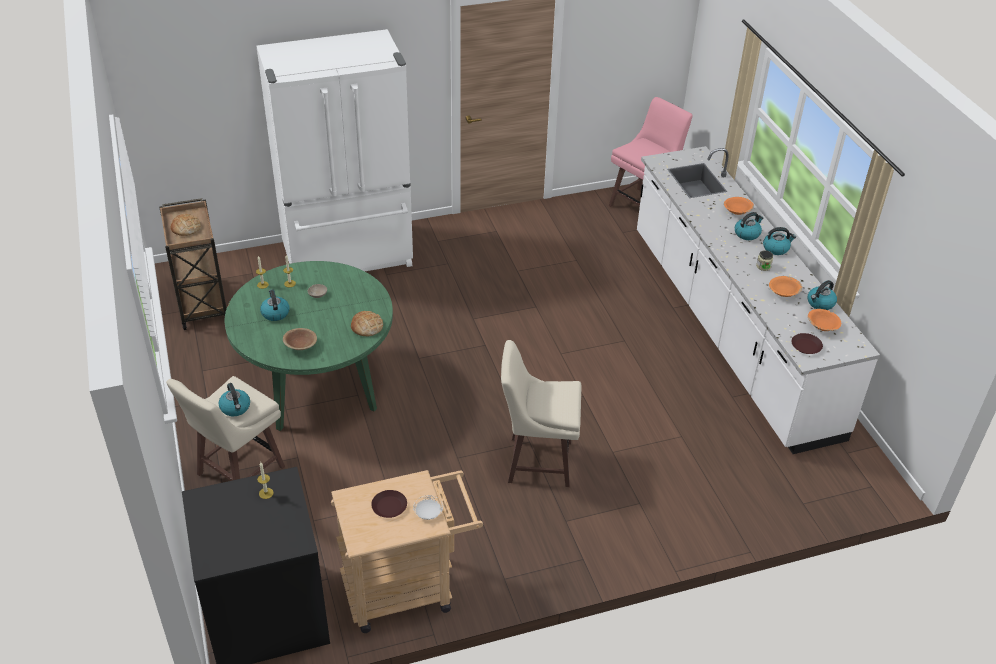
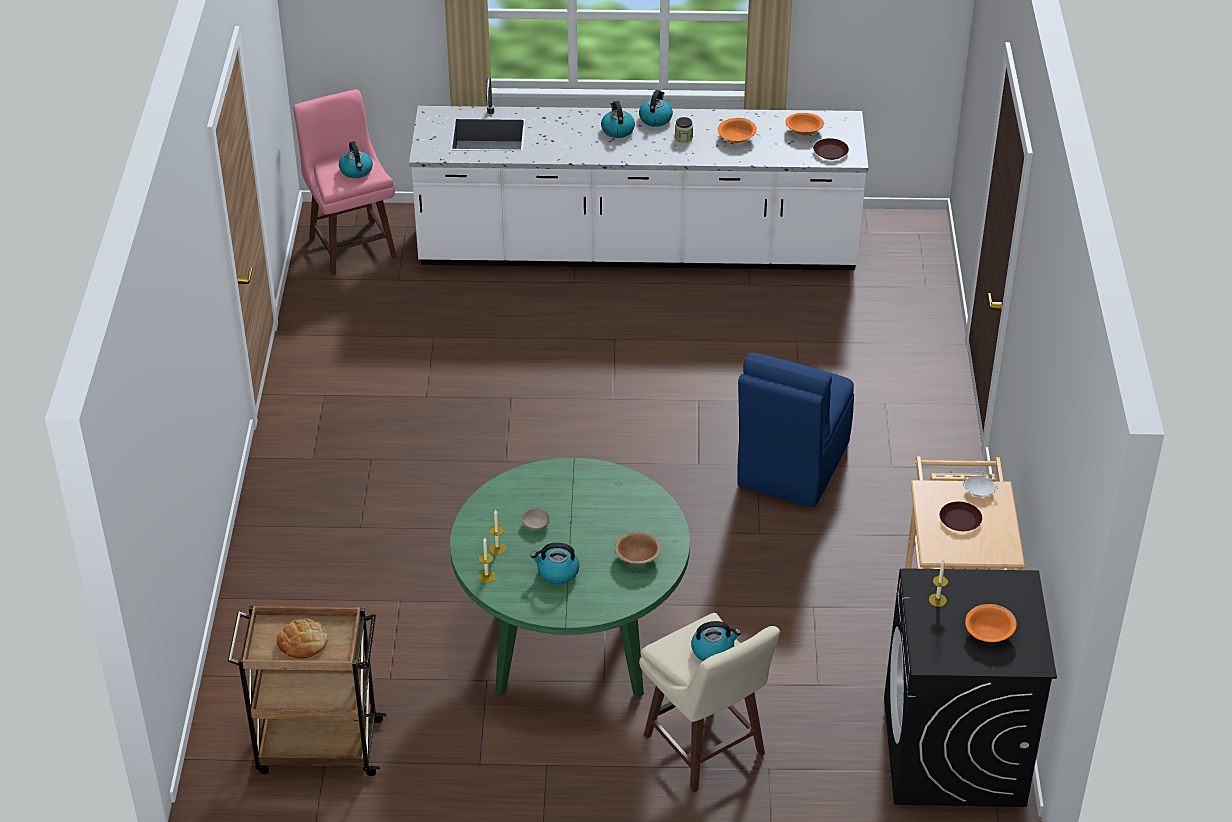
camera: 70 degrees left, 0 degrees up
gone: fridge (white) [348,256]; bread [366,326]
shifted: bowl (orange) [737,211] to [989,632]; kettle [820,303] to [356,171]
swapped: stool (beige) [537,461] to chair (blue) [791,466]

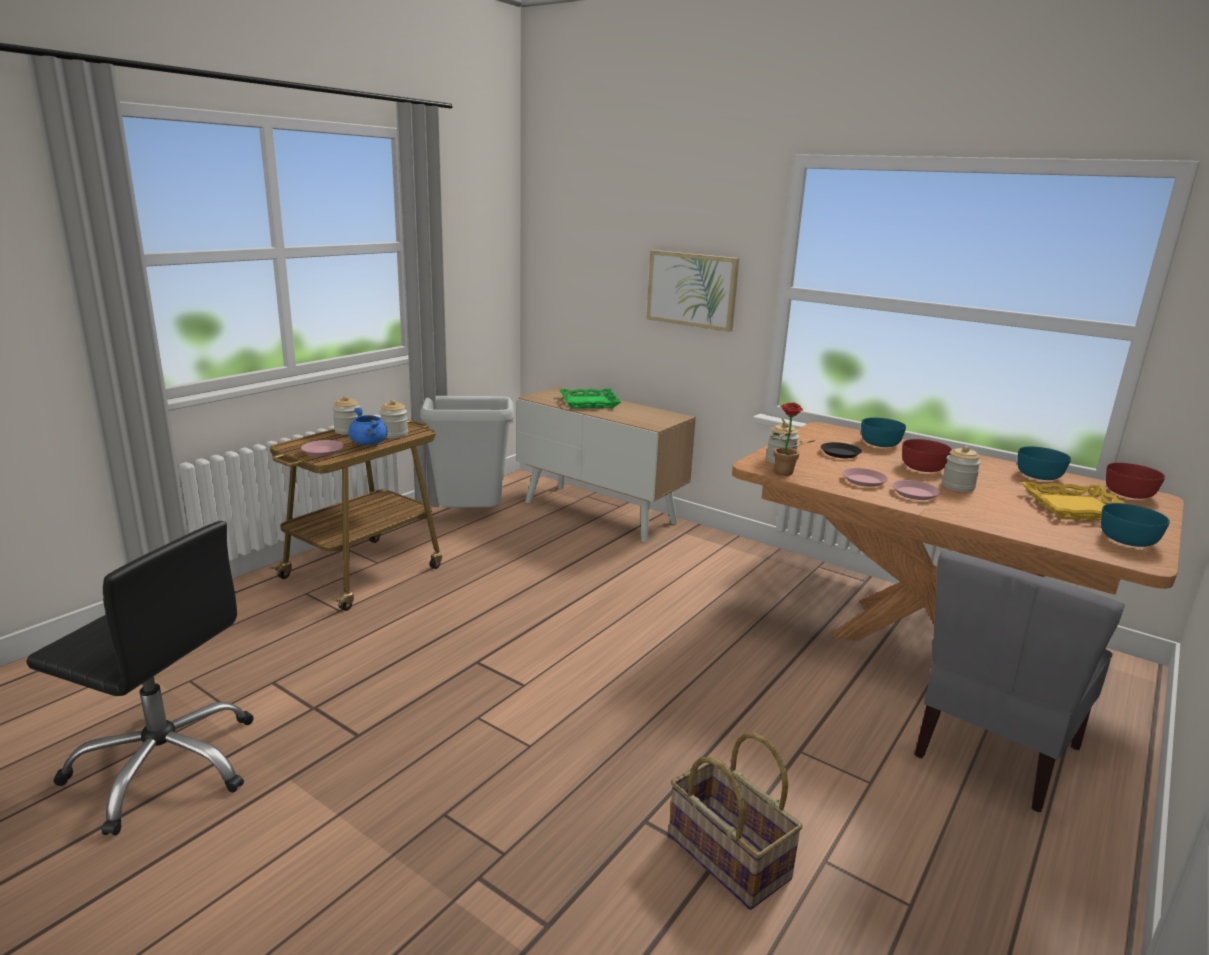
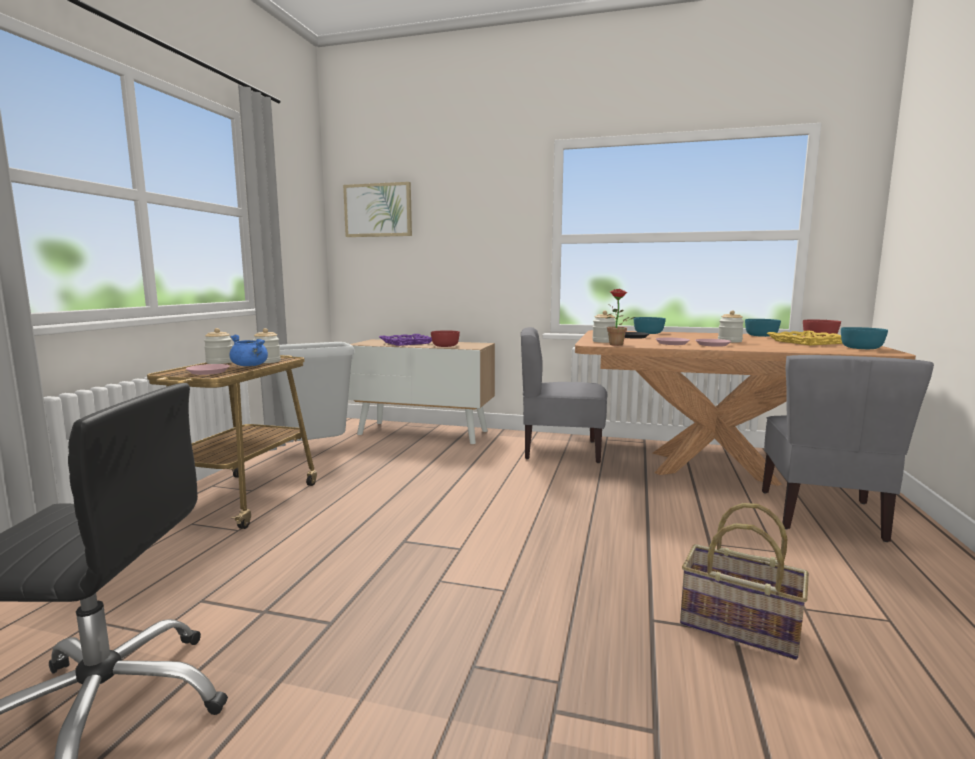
camera: 20 degrees left, 10 degrees down
new: chair (grey) [560,450]
shifted: picture [692,289] to [378,210]; bowl (red) [922,467] to [445,346]
repainted: tray (green) [589,402] to tray (purple) [407,343]

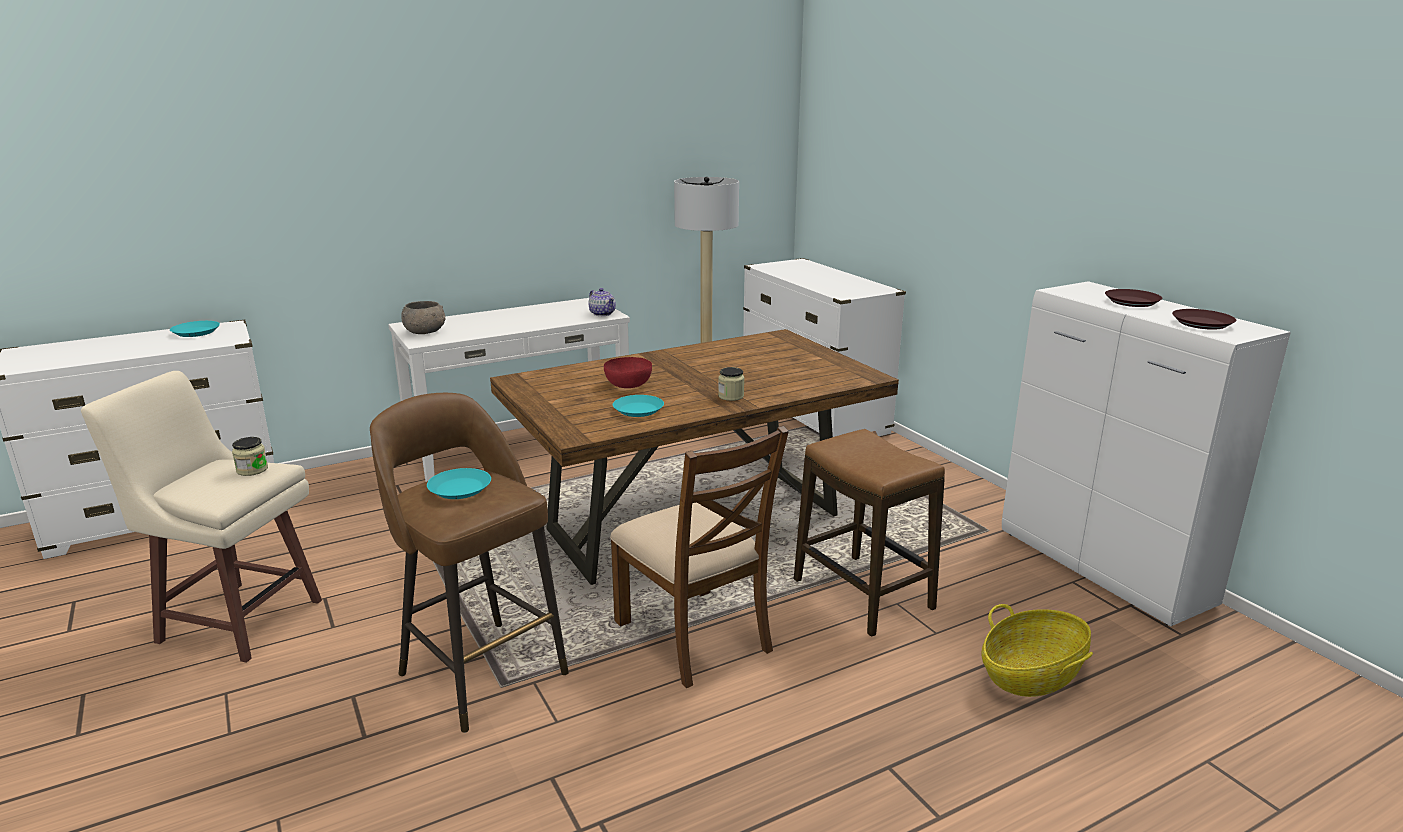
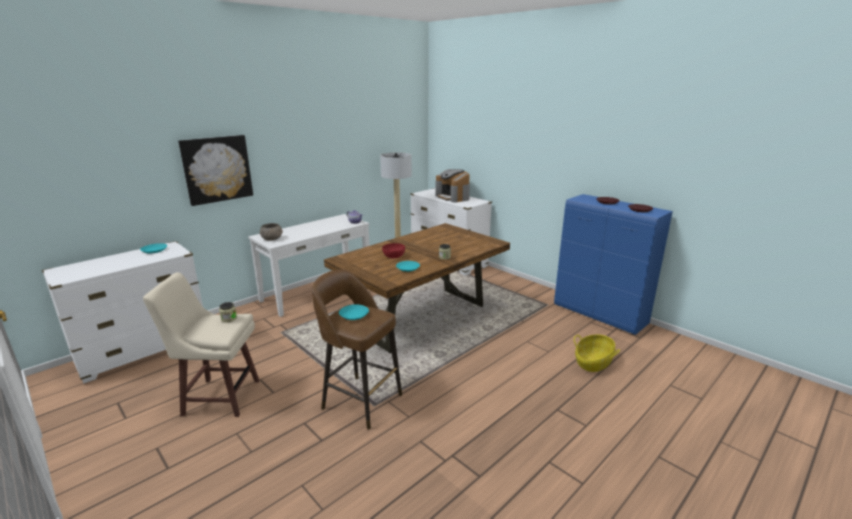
camera: 15 degrees left, 0 degrees up
gone: chair (brown) [694,636]; stool [863,595]
new: picture [217,169]; coffee machine [453,197]
repainted: cabinet (white) [1104,569] to cabinet (blue) [600,315]

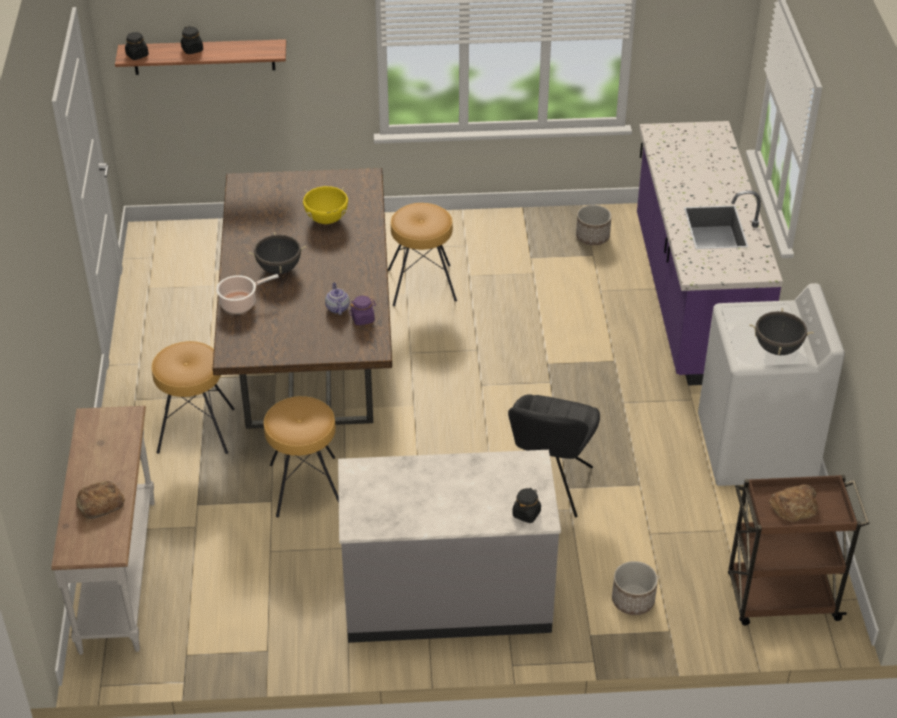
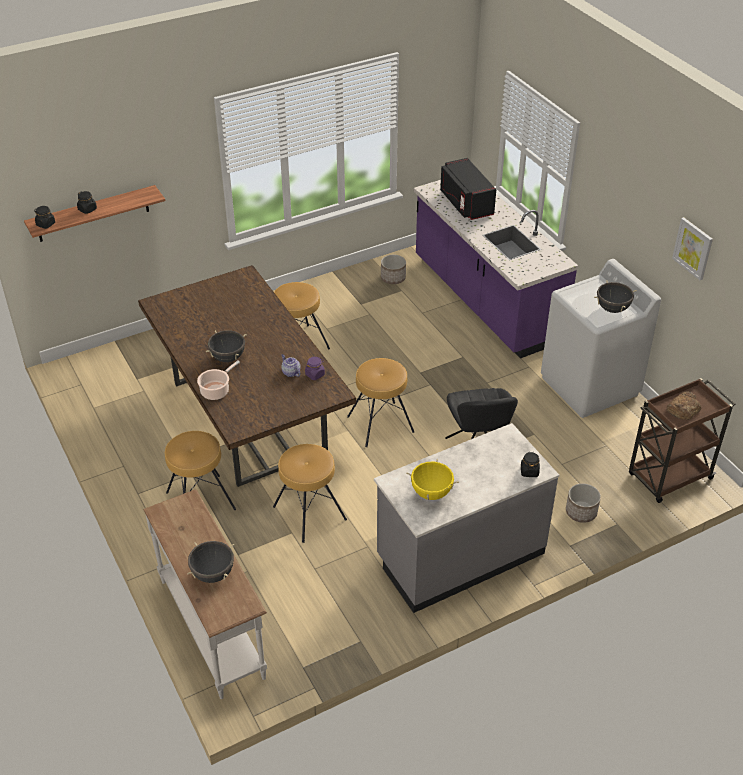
camera: 25 degrees left, 0 degrees up
new: microwave (black) [466,203]; picture [693,248]; stool (brown) [380,424]
shifted: cooking pot (yellow) [326,219] to [431,493]
swapped: bread [99,504] to cooking pot (black) [213,574]

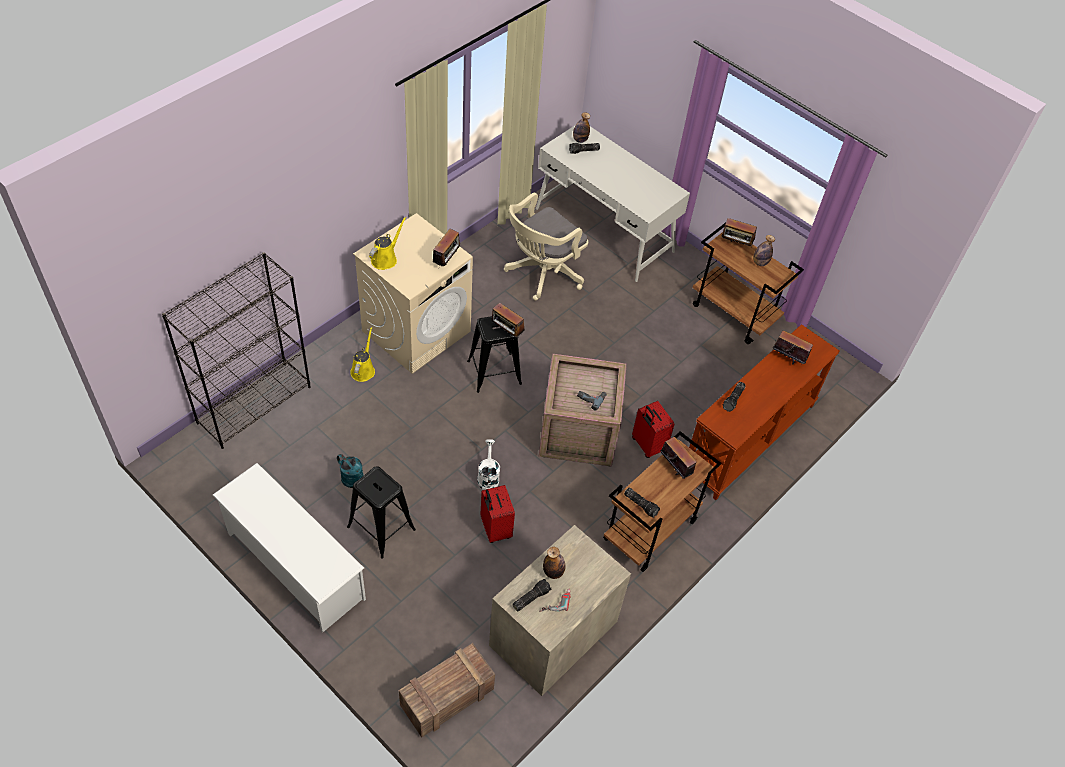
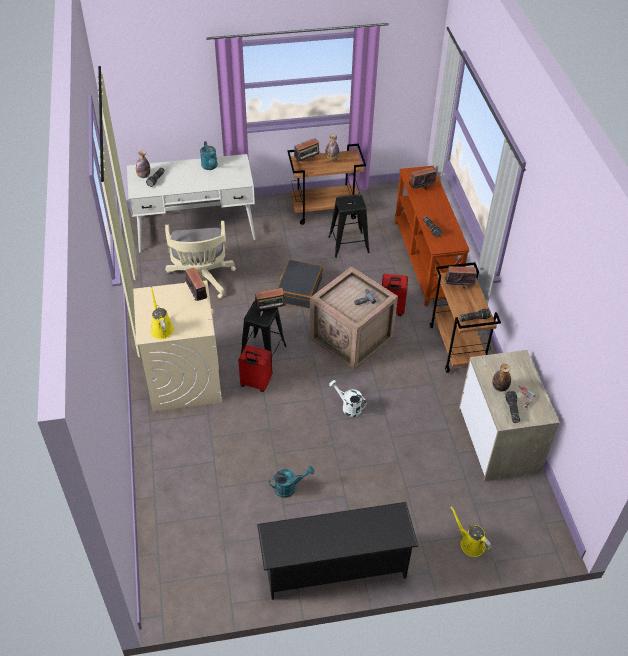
camera: 50 degrees left, 5 degrees down
gone: bookcase (black) [254,404]; crate [446,698]
new: watering can (turquoise) [210,167]; suitcase (black) [299,289]
shifted: watering can (yellow) [363,370] to [470,543]; stool (black) [381,528] to [349,244]; suitcase (red) [494,529] to [255,384]
repainted: shoe rack (white) [294,565] to shoe rack (black) [334,567]

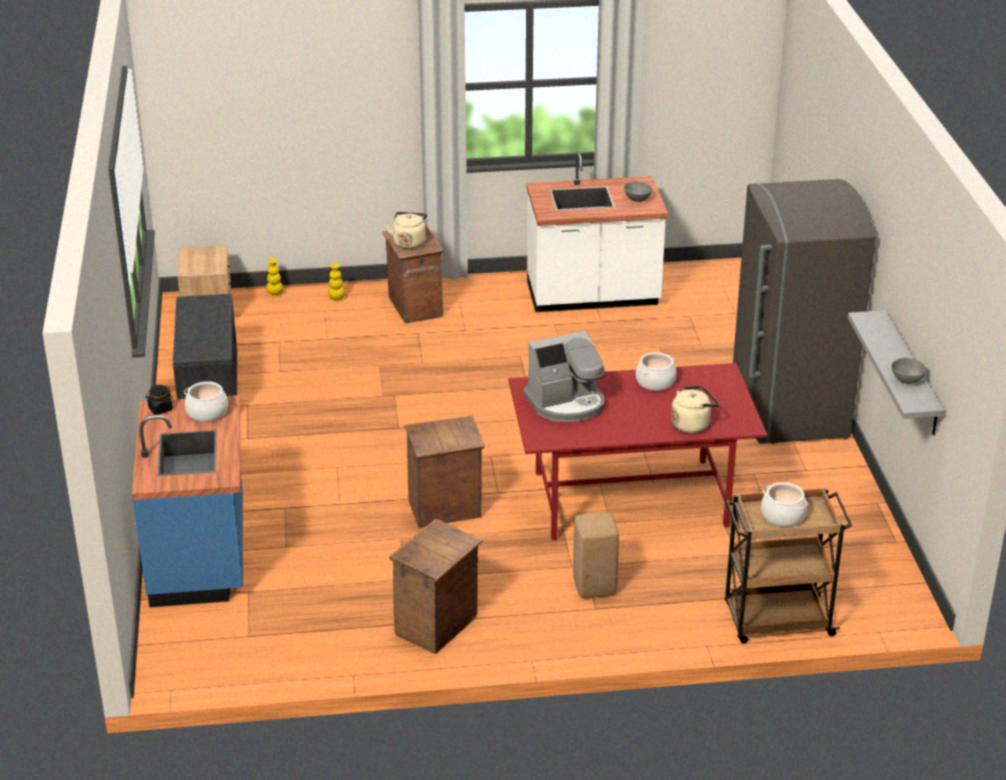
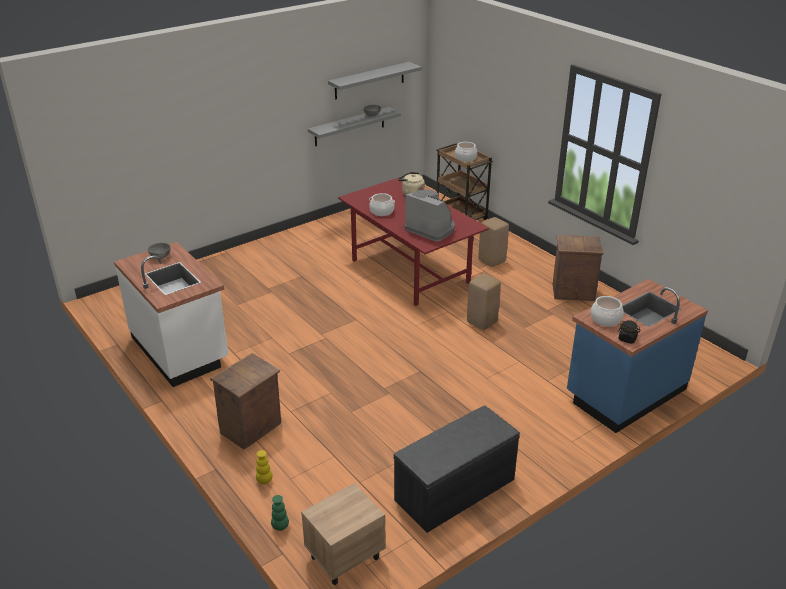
camera: 120 degrees left, 0 degrees up
gone: fridge (grey) [787,410]; kettle (beige) [409,242]
new: shelf (grey) [369,80]
swapped: crate [445,509] to stool (beige) [482,322]
repainted: vase (yellow) [275,293] to vase (green) [280,526]

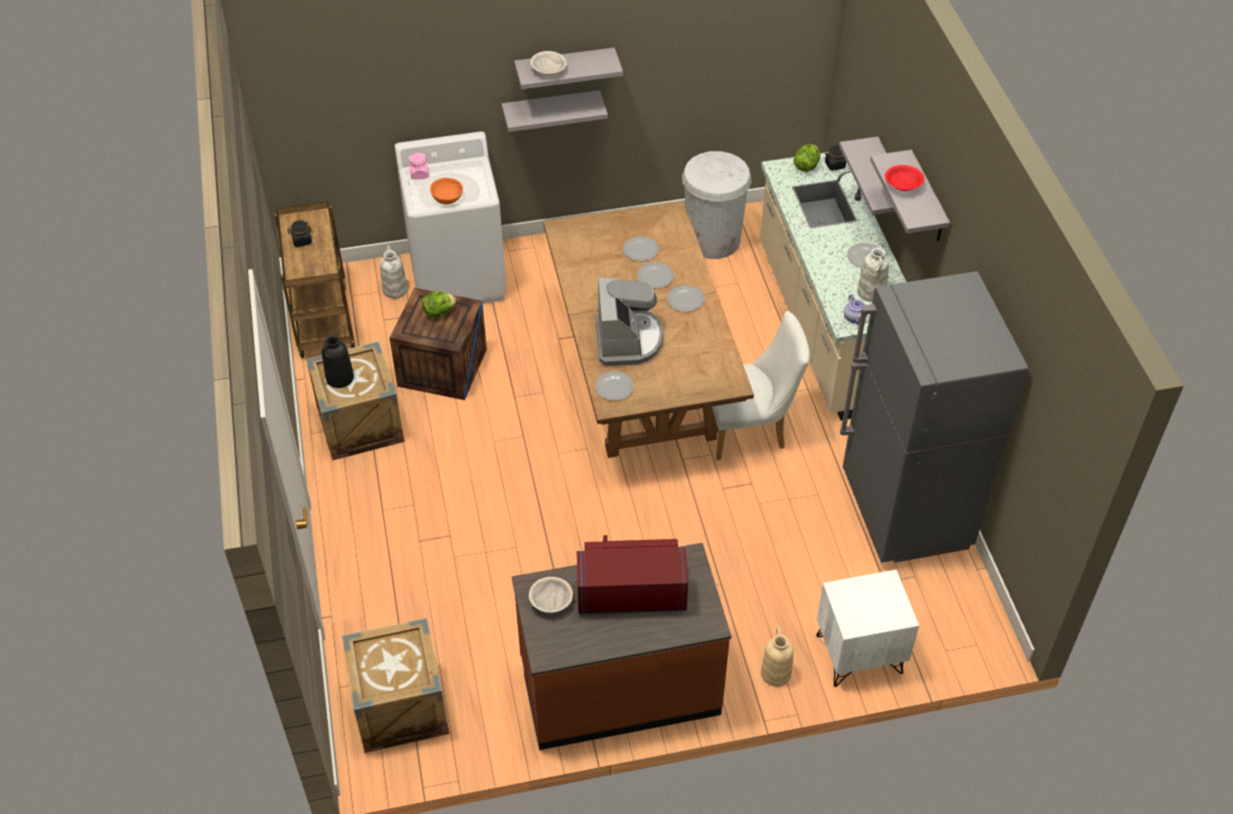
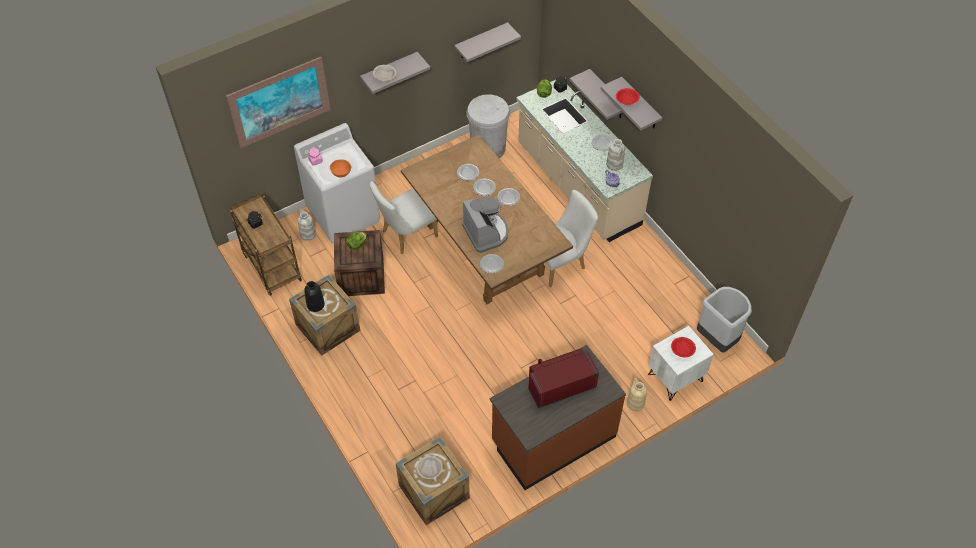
camera: 20 degrees left, 5 degrees up
gone: fridge (grey) [905,512]
new: picture [279,102]; chair (white) [406,235]; trash can (grey) [718,339]; bowl (red) [682,351]
shifted: shelf (grey) [551,110] to [481,41]; bowl (beige) [550,601] to [429,470]

